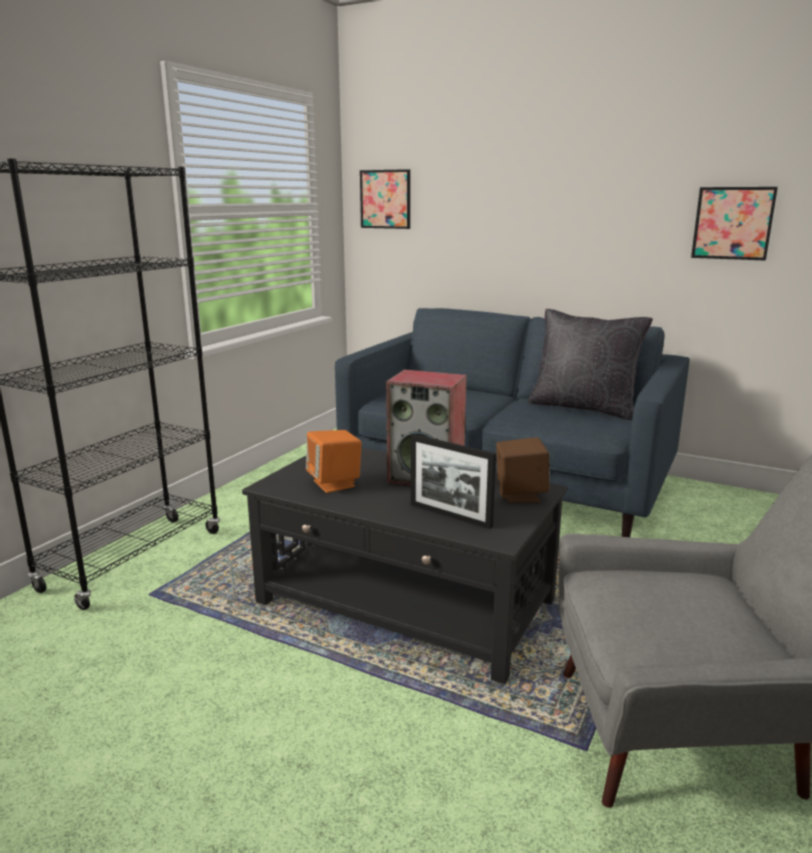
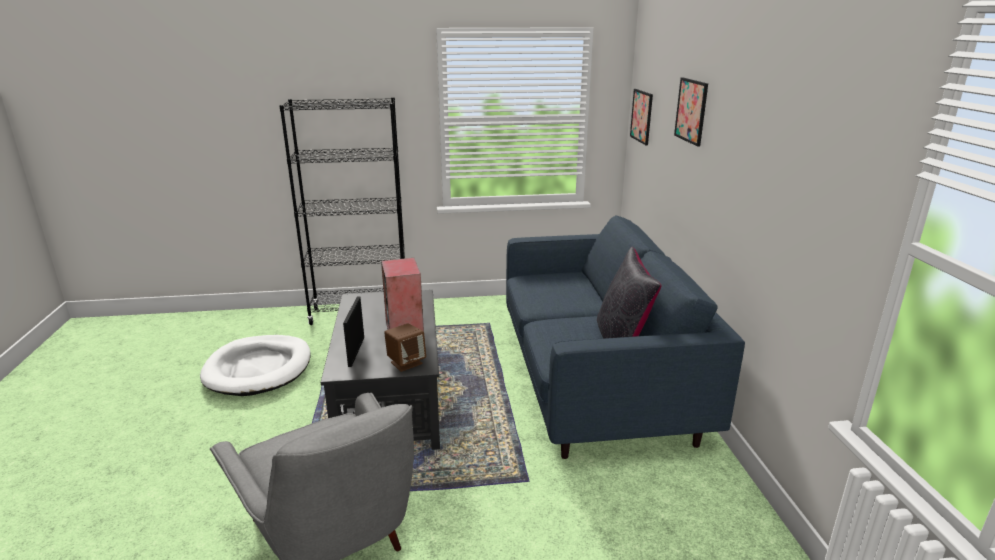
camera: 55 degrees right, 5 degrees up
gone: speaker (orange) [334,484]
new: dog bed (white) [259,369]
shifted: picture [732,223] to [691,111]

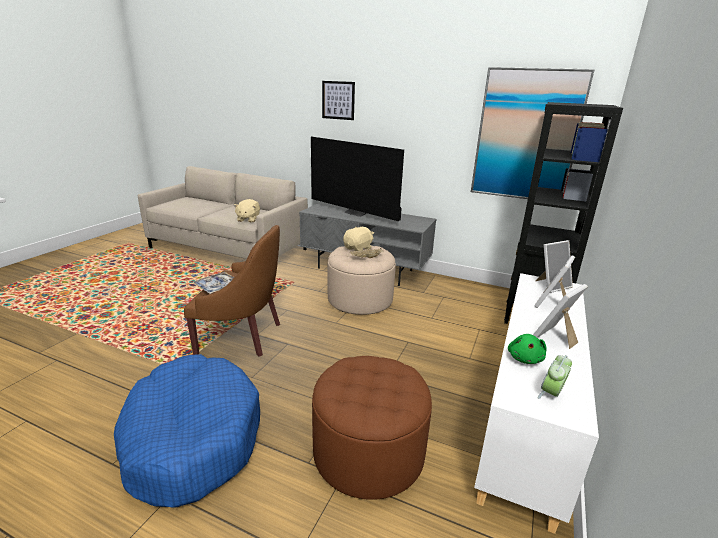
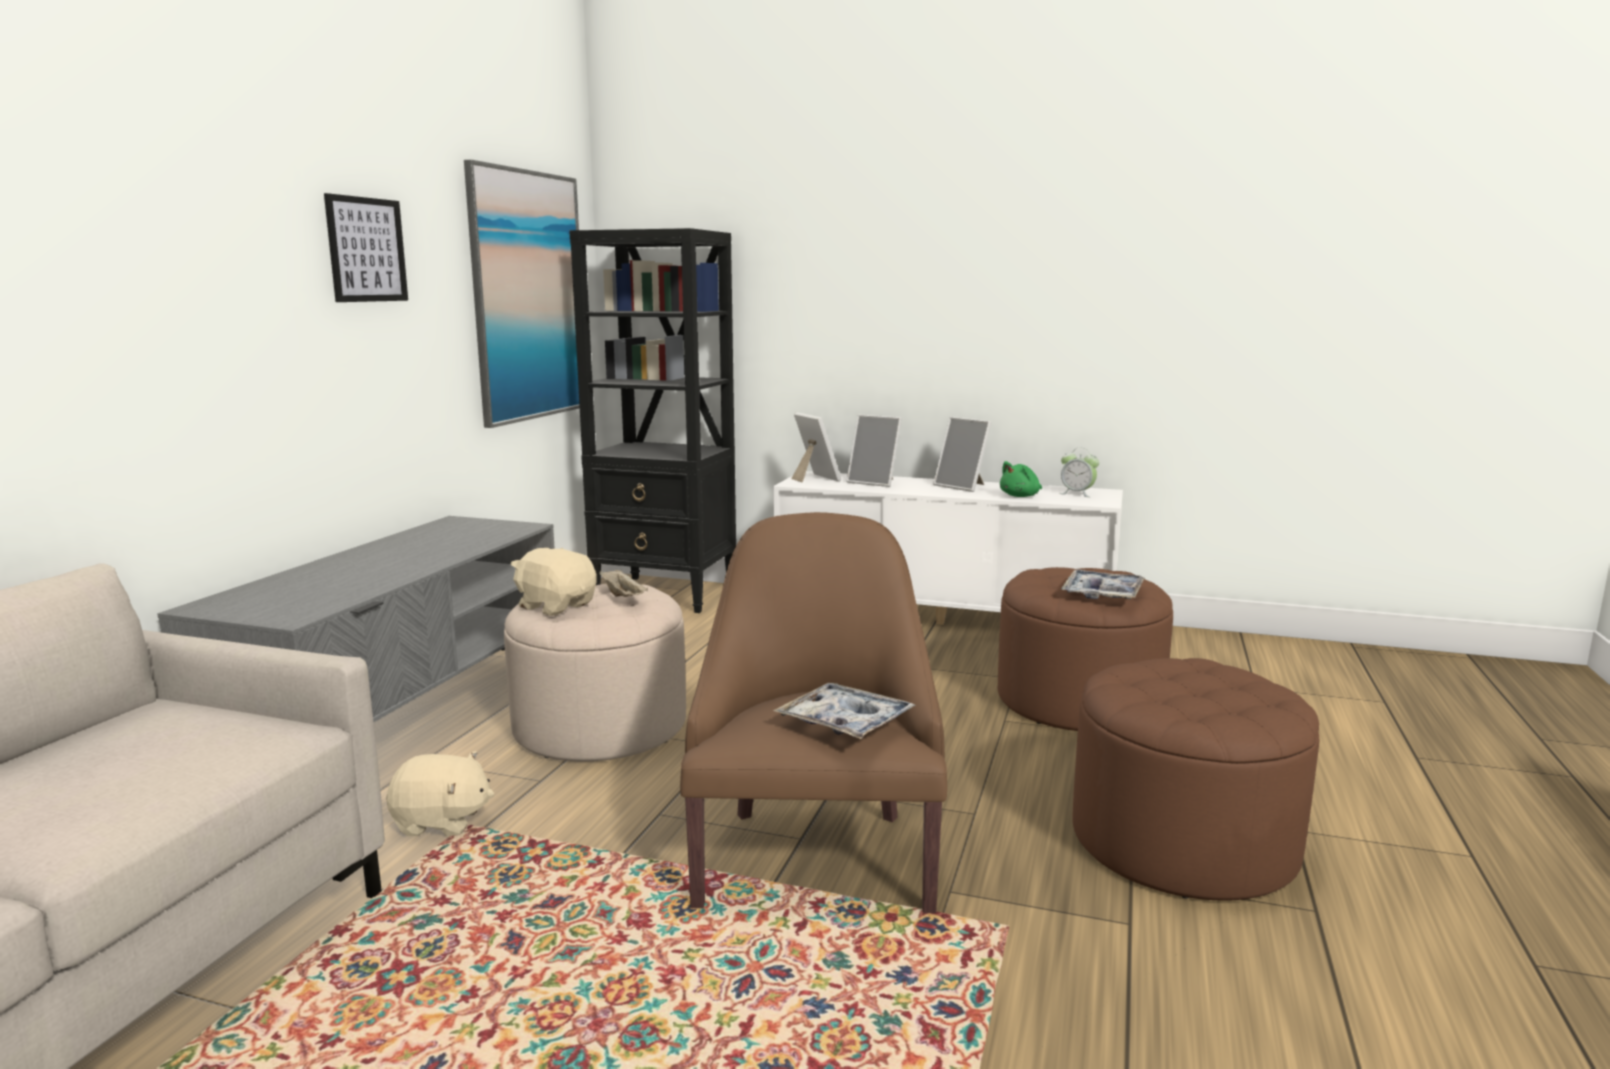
camera: 95 degrees left, 10 degrees down
gone: television [356,213]
new: tray [1102,593]
shifted: picture [338,100] to [366,250]; plush toy (beige) [248,219] to [441,822]
swapped: dog bed (blue) [191,438] to ottoman (brown) [1182,842]
rotated: plush toy (green) [525,358] = [1021,496] 135 degrees clockwise

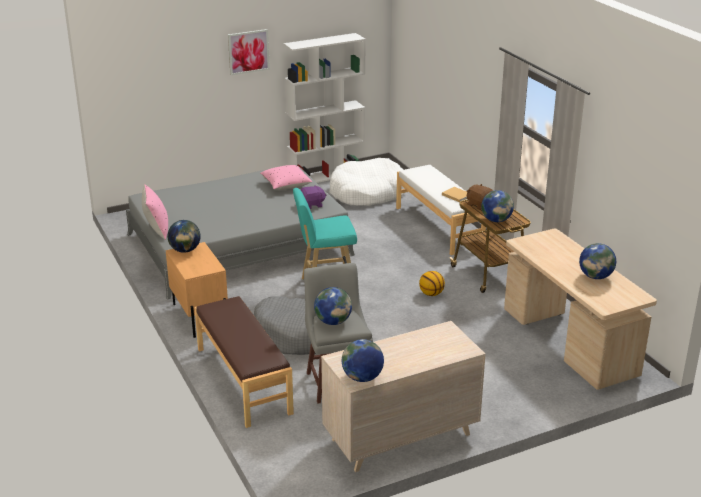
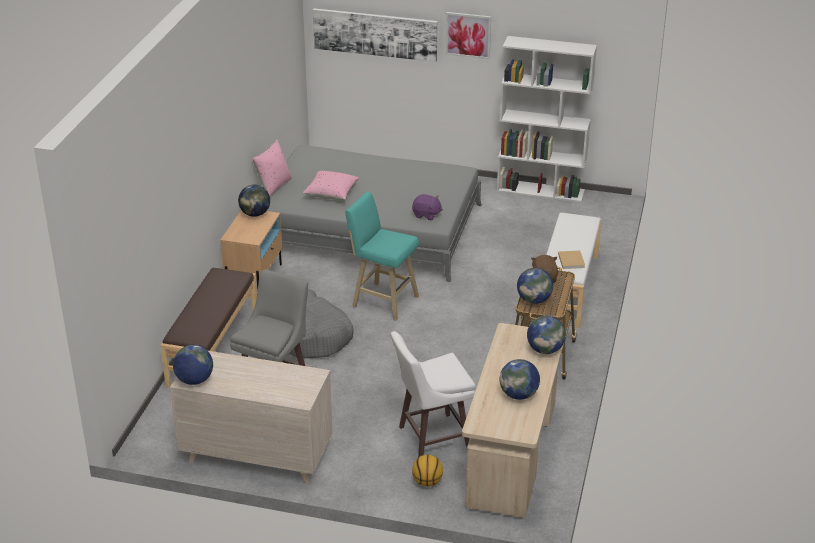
camera: 40 degrees right, 5 degrees up
gone: dog bed (white) [367,192]
new: picture [375,34]; stool (white) [431,437]
shifted: pillow (pink) [286,185] to [331,193]; basketball [431,294] to [427,482]; globe [333,321] to [545,350]

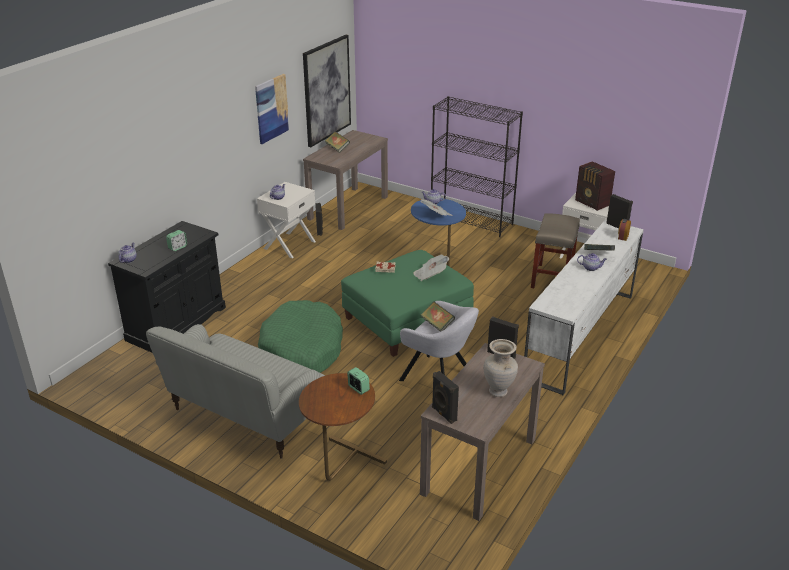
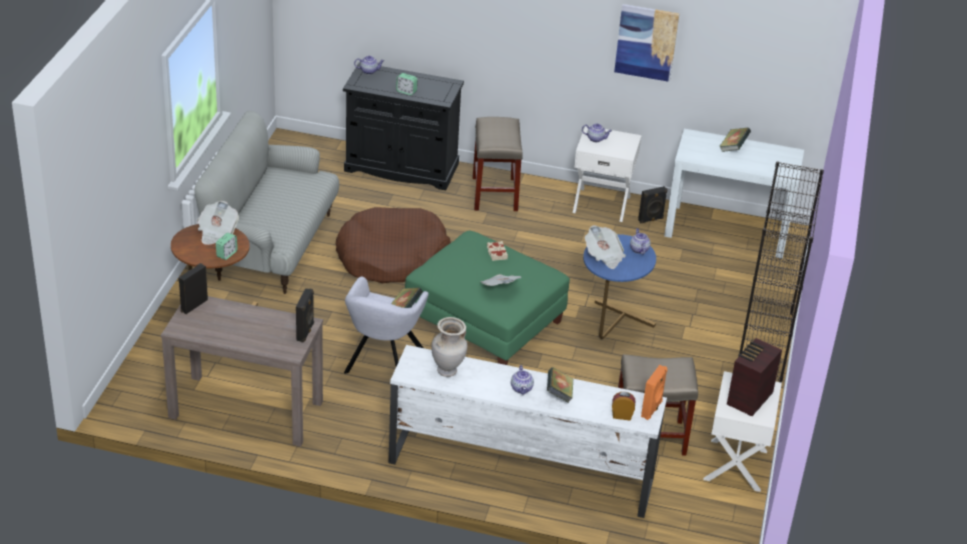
camera: 70 degrees right, 5 degrees up
gone: picture [326,90]
new: stool (beige) [494,193]; newspaper [217,233]
shifted: vase (beige) [498,391] to [448,371]
repainted: console table (brown) [348,207] to console table (white) [727,231]; speaker (black) [617,226] to speaker (orange) [652,409]; dog bed (green) [302,349] to dog bed (brown) [392,258]

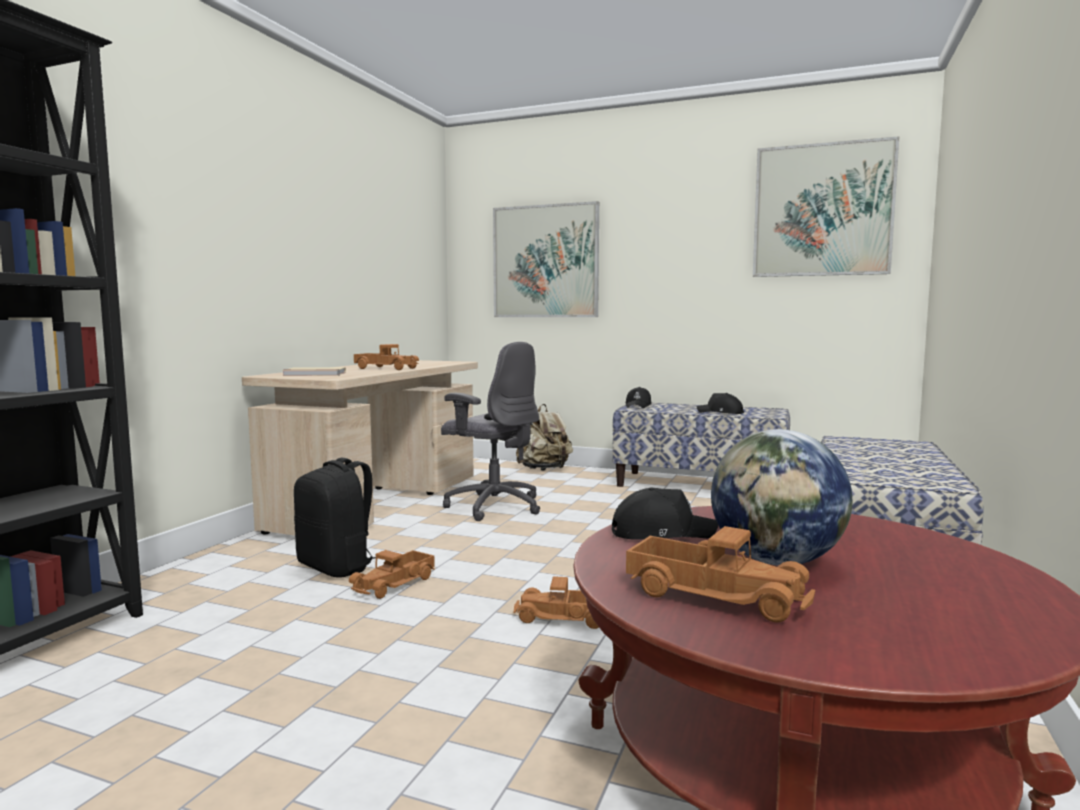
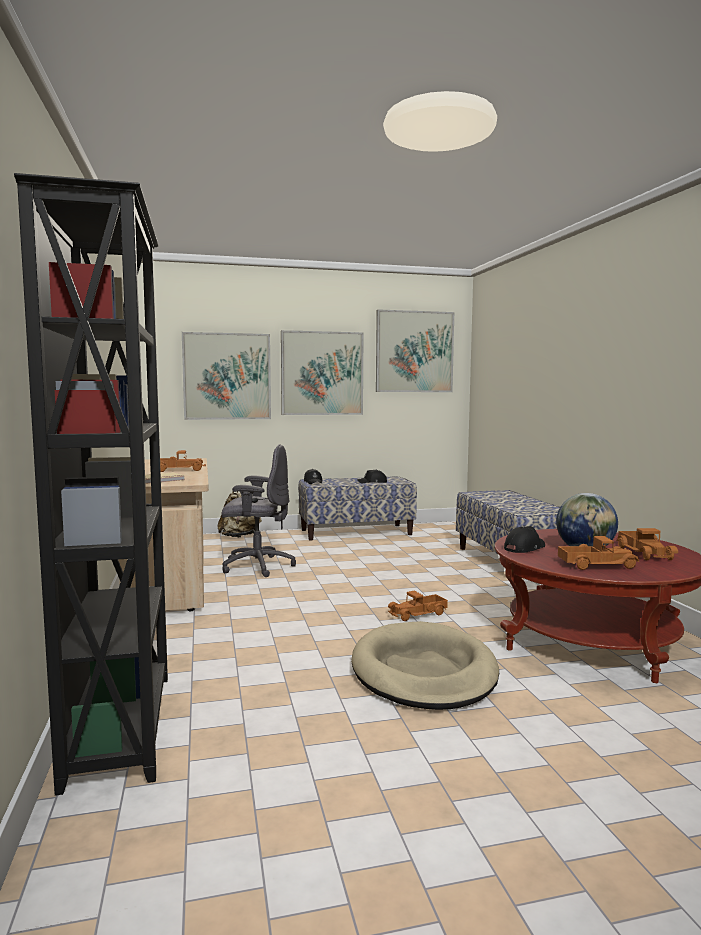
camera: 35 degrees left, 0 degrees up
gone: backpack (black) [338,567]
new: picture [322,373]; dog bed (beige) [423,672]
shifted: toy truck [395,584] to [645,553]

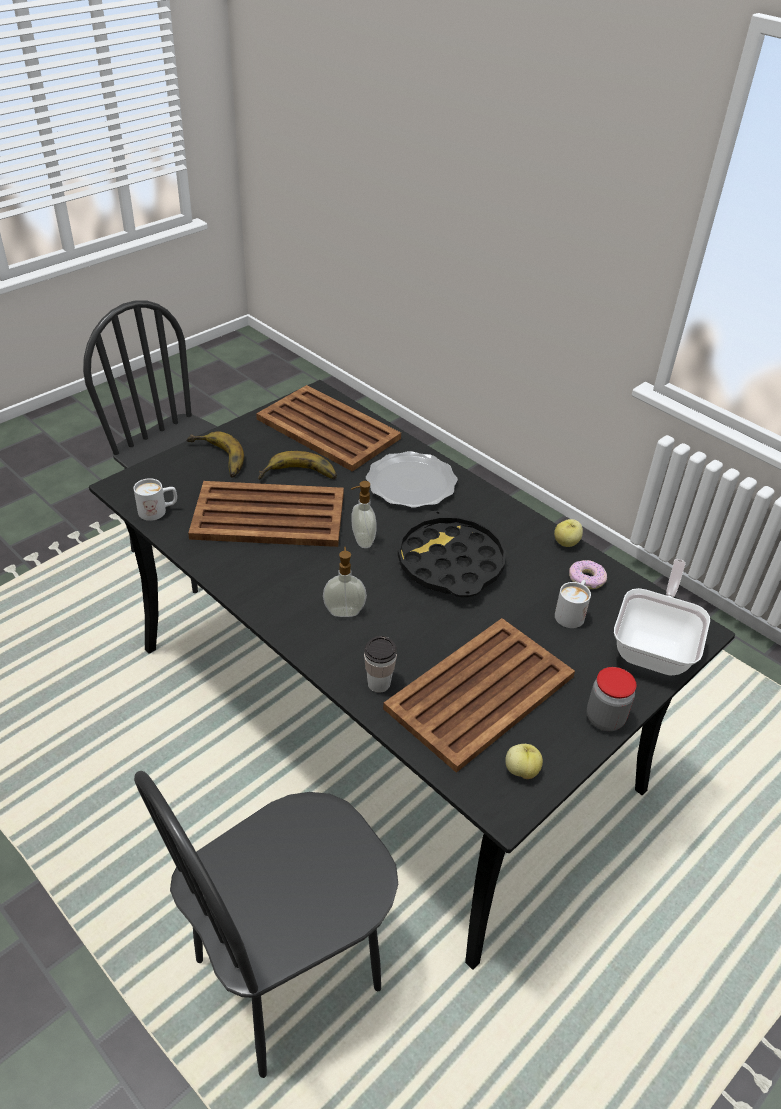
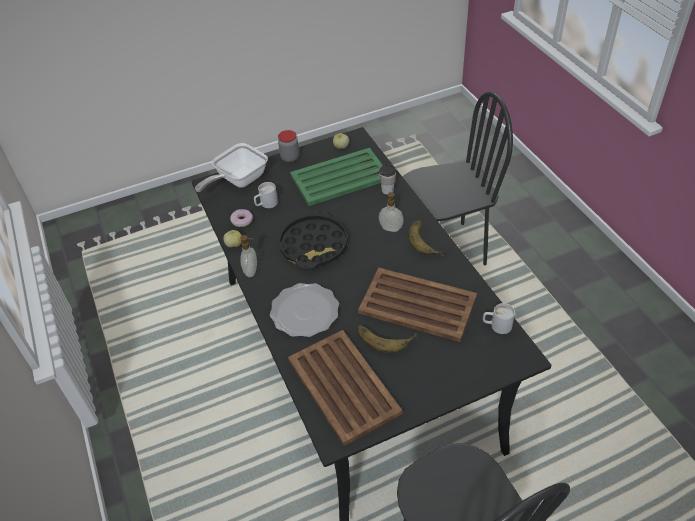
camera: 155 degrees left, 5 degrees up
shifted: banana [215,459] to [428,240]; soap dispenser [362,541] to [251,271]
repainted: tray (brown) [482,692] to tray (green) [339,177]

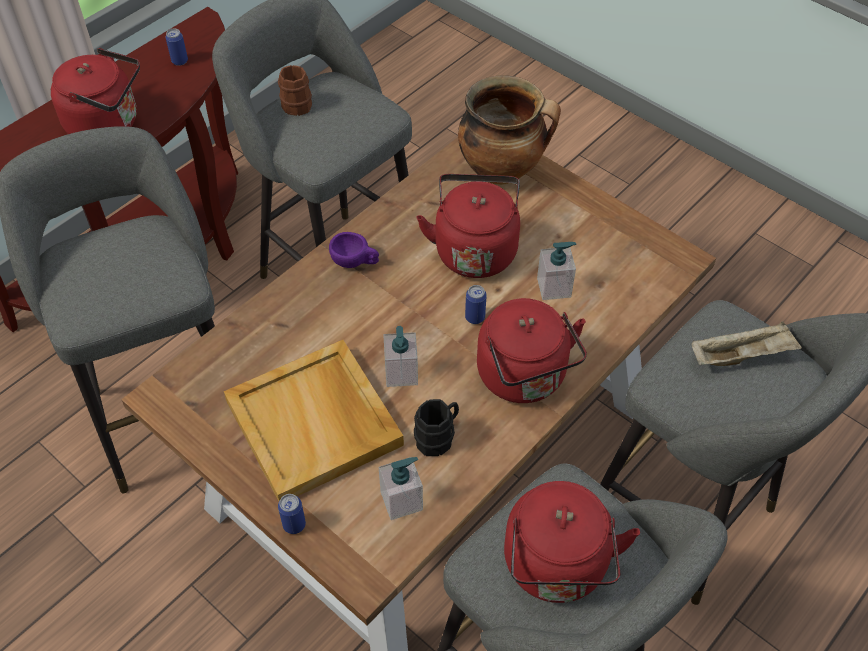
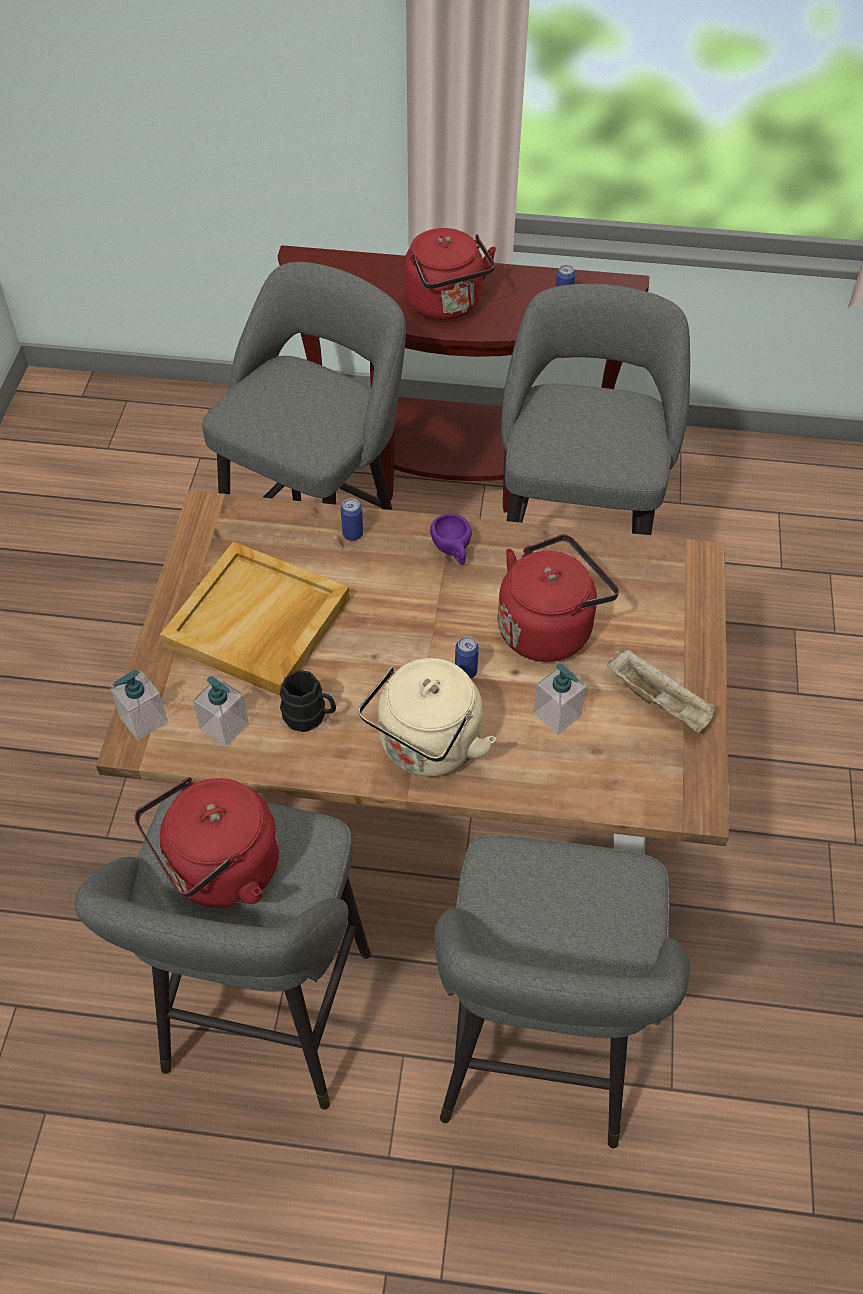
camera: 55 degrees right, 0 degrees up
gone: mug (brown) [295,103]; cooking pot [503,170]
shifted: tray (beige) [741,355] to [660,702]; soap dispenser [401,373] to [143,720]; can [294,525] to [353,534]
repainted: kettle (red) [525,378] to kettle (beige) [427,748]

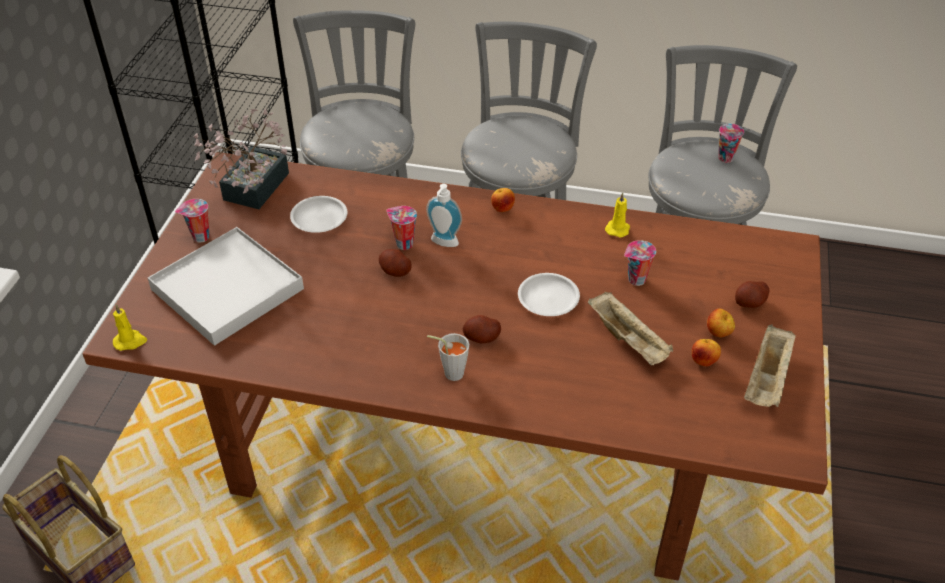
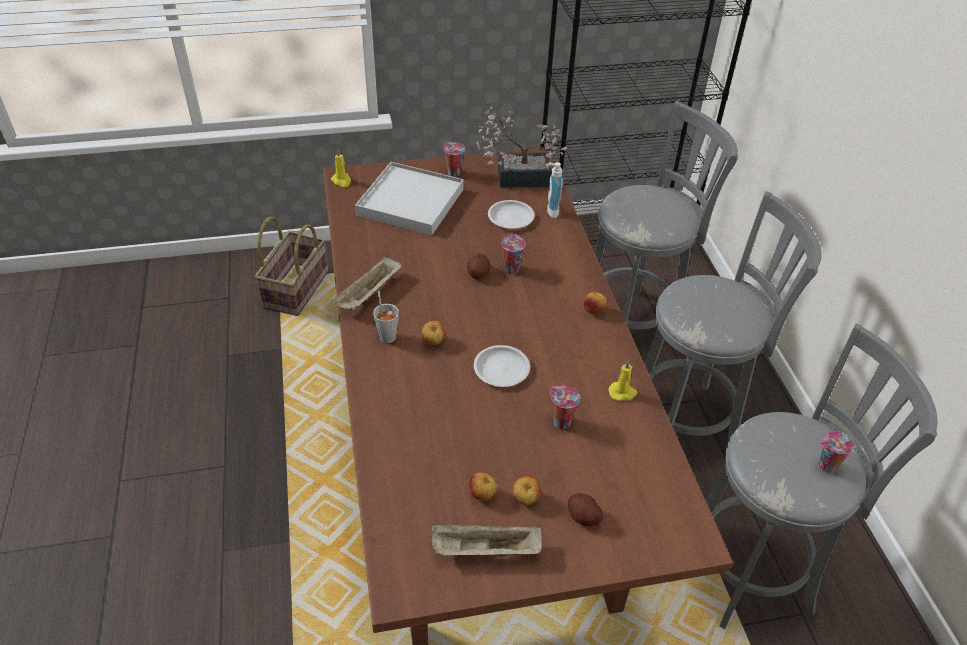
camera: 65 degrees right, 0 degrees up
shifted: soap dispenser [443,244] to [550,211]; tray (beige) [629,340] to [369,295]
swapped: potato [482,338] to apple [433,342]

